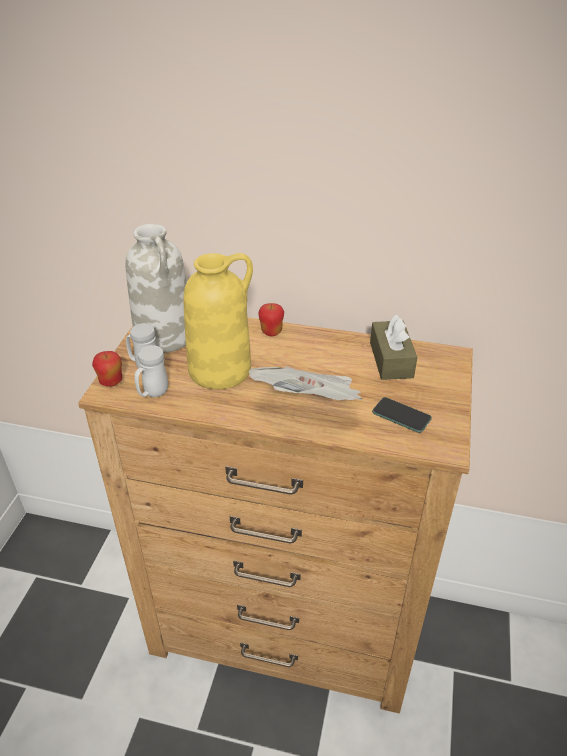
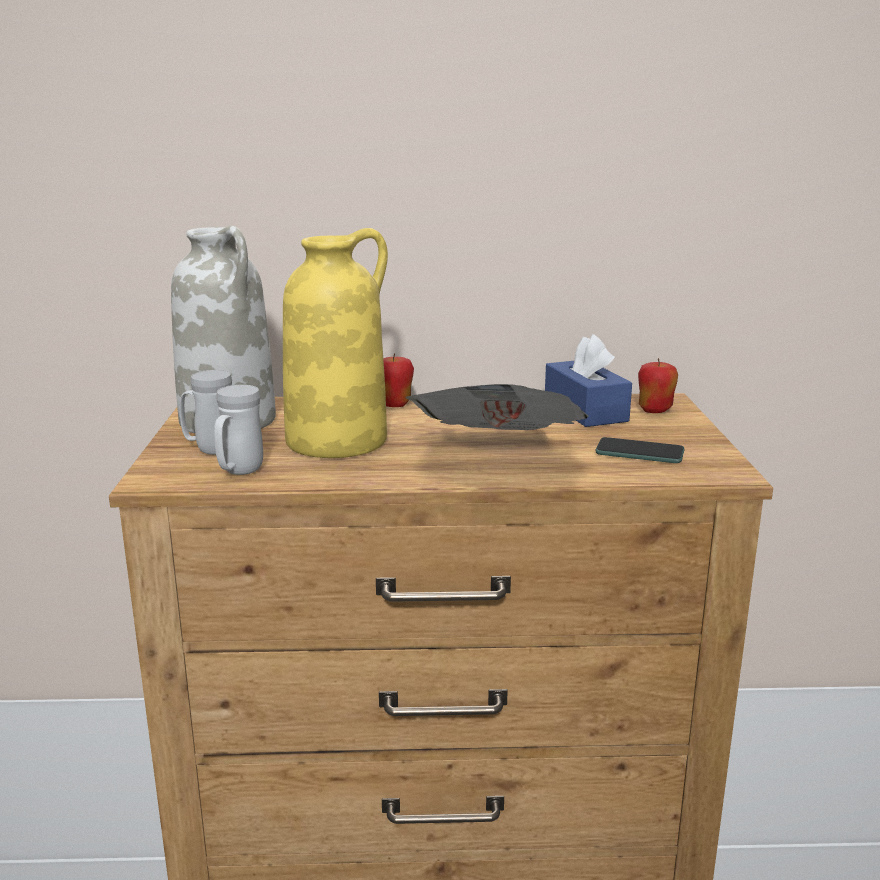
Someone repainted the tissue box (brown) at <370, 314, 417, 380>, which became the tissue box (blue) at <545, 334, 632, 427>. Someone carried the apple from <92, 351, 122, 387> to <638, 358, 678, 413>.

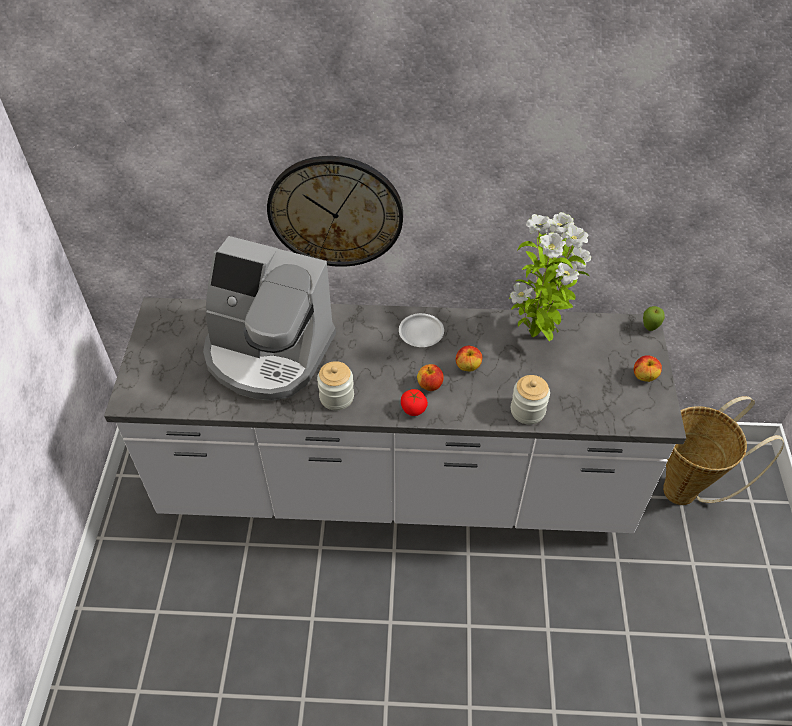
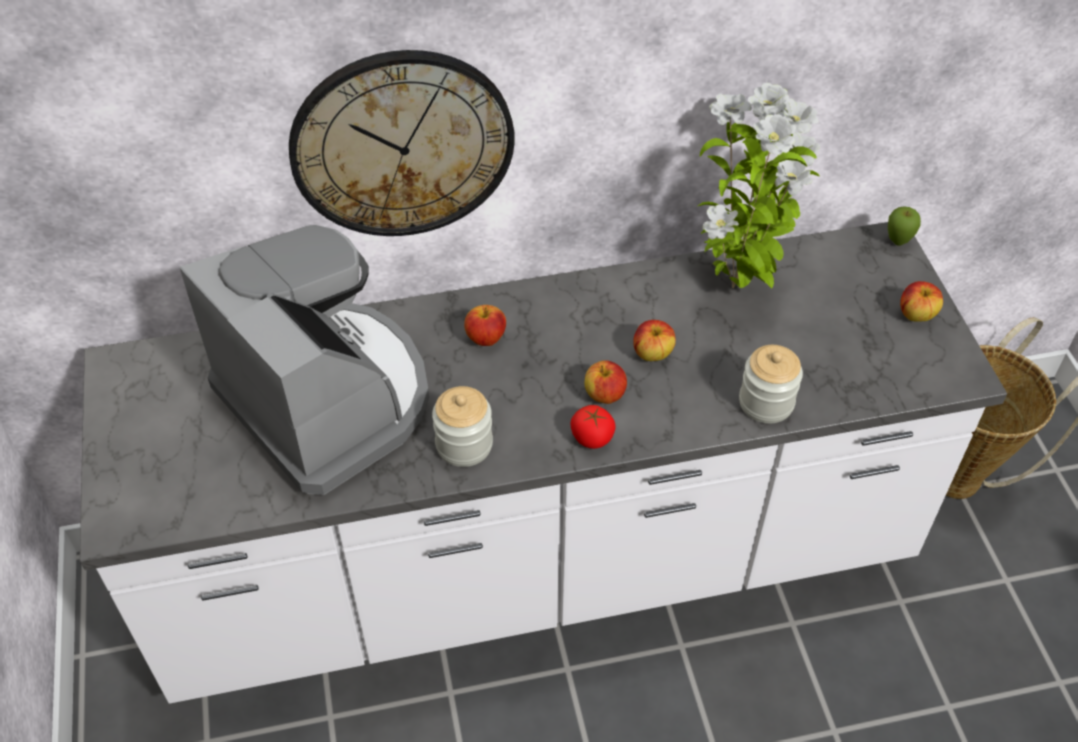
Someone rotated the coffee machine at <203, 236, 336, 401> by 135 degrees counterclockwise. Someone took away the plate (white) at <399, 313, 444, 347>. Someone put down the apple at <464, 305, 506, 346>.

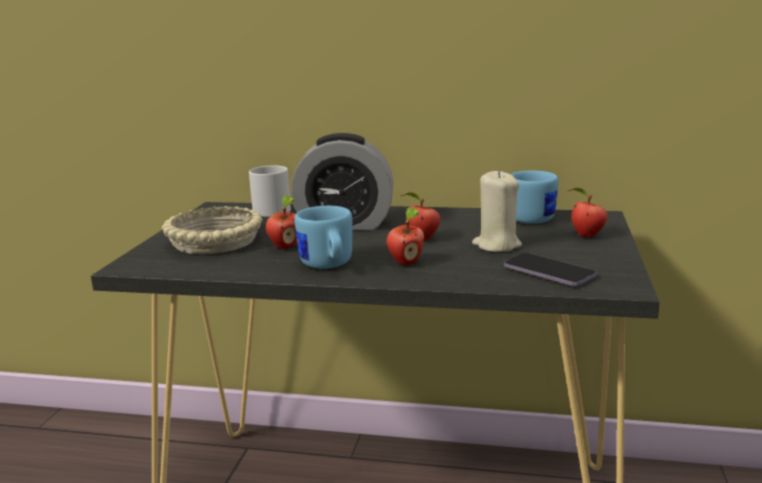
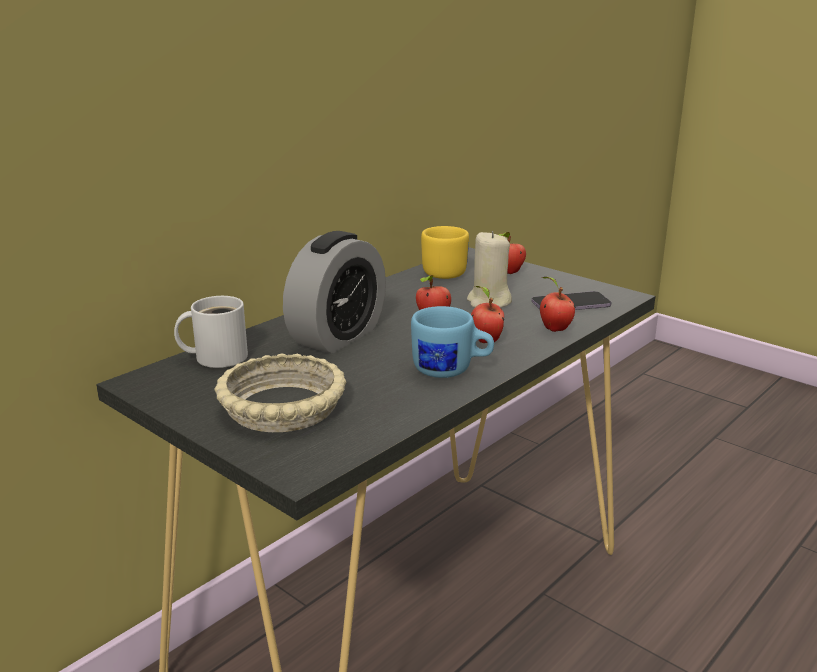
Someone repainted the mug (blue) at <511, 171, 558, 224>, which became the mug (yellow) at <421, 226, 469, 279>. Someone carried the apple from <266, 195, 297, 249> to <540, 277, 575, 332>.

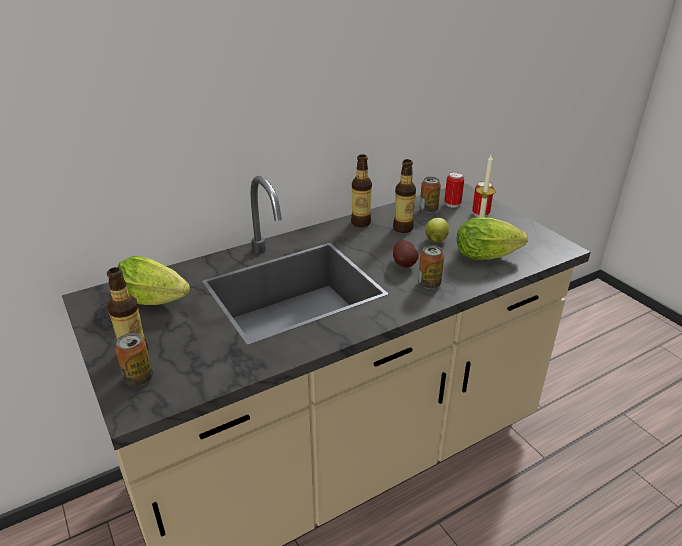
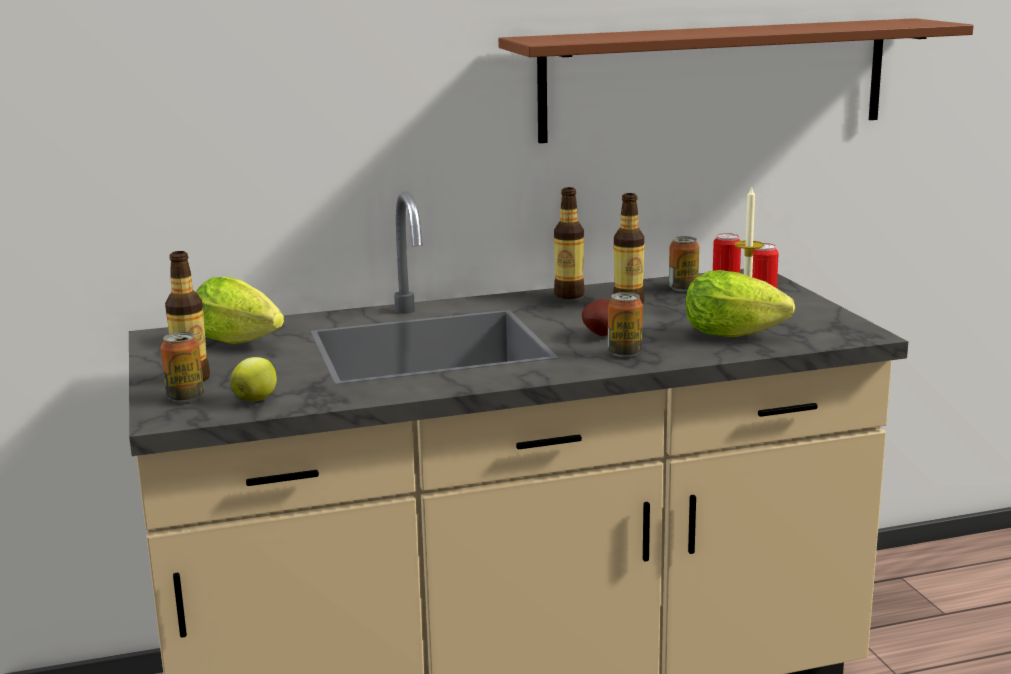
Someone carried the apple from <425, 218, 449, 243> to <230, 357, 277, 401>. Someone put up the shelf (brown) at <498, 18, 974, 143>.

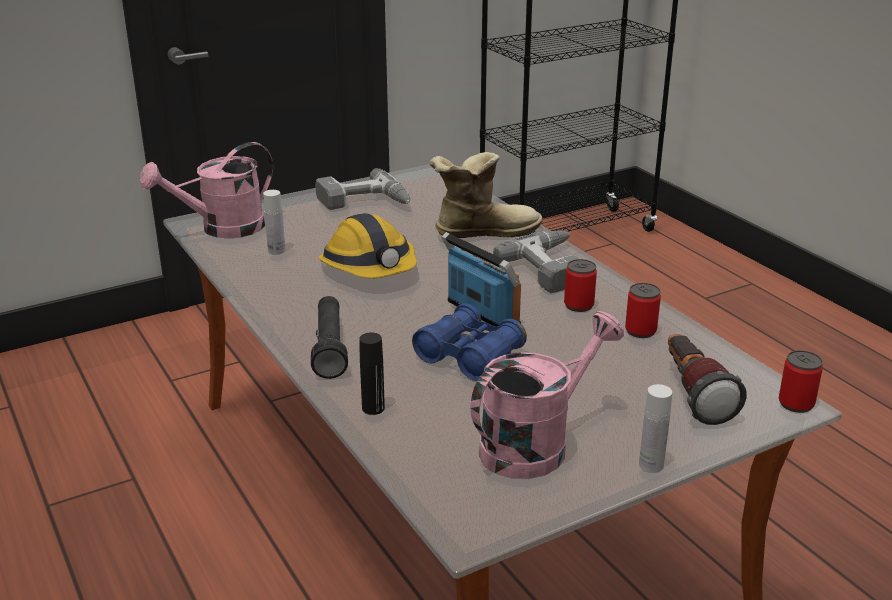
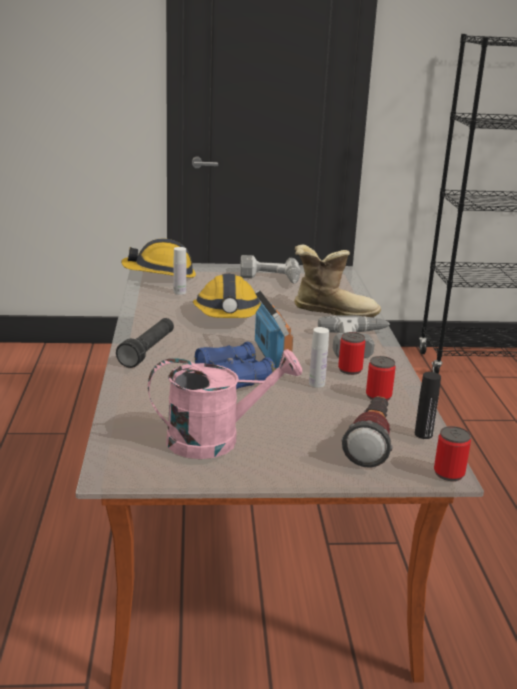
Someone swapped the watering can (pink) at <140, 142, 273, 238> for the hard hat at <121, 238, 196, 278>. Someone carried the bottle (black) from <359, 332, 385, 415> to <415, 372, 441, 439>. Someone carried the bottle (white) from <639, 384, 672, 473> to <309, 327, 329, 388>.

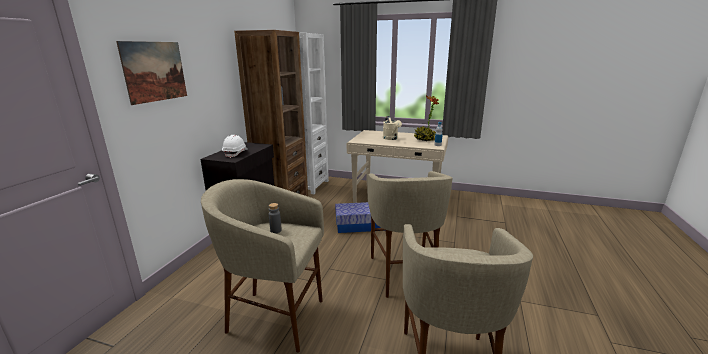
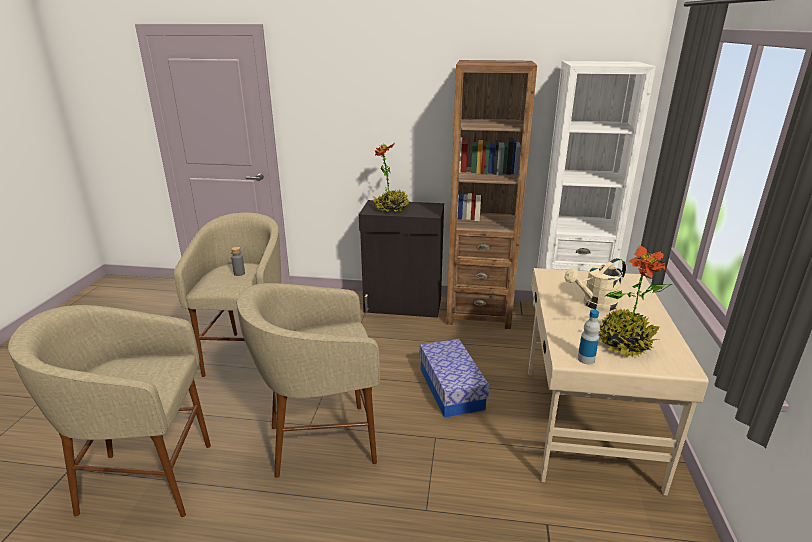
Someone took away the picture at <116, 41, 187, 105>. Someone swapped the hard hat (white) at <222, 135, 248, 158> for the potted plant at <373, 144, 409, 212>.

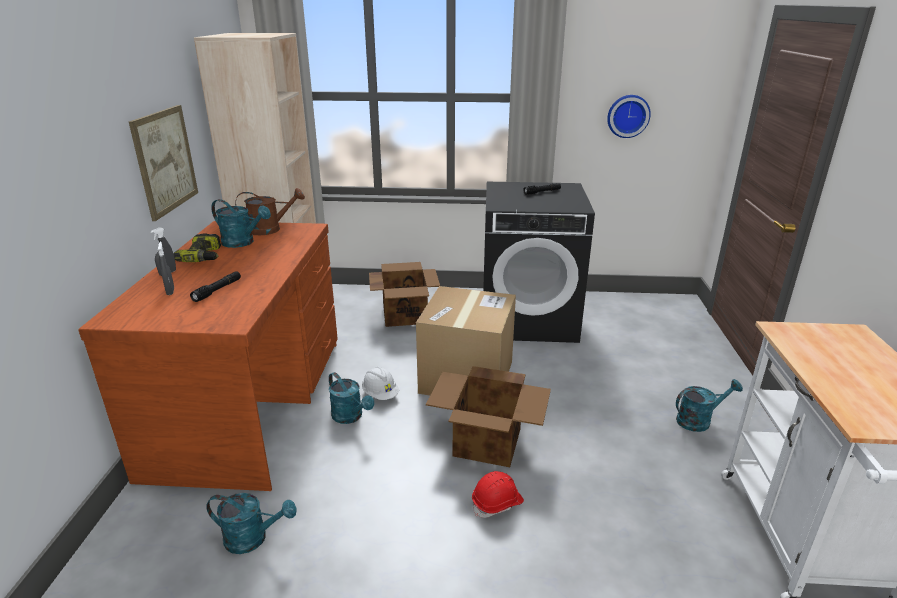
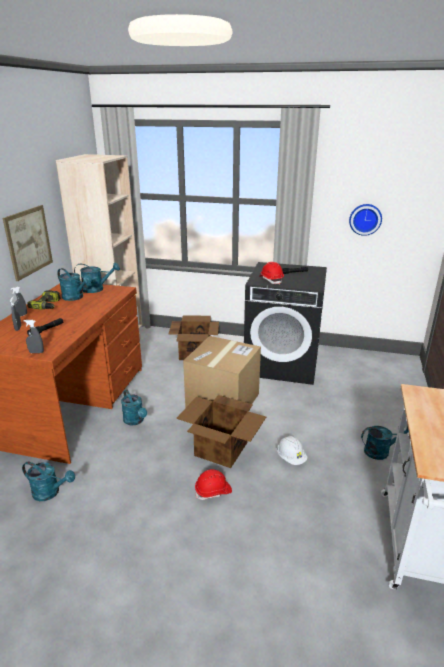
Someone repainted the watering can (brown) at <235, 188, 305, 235>, which became the watering can (turquoise) at <74, 263, 120, 293>. Someone carried the hard hat (white) from <362, 367, 399, 400> to <277, 436, 307, 465>. Someone put down the hard hat (red) at <259, 262, 284, 285>. Someone put down the spray bottle (grey) at <24, 320, 44, 353>.

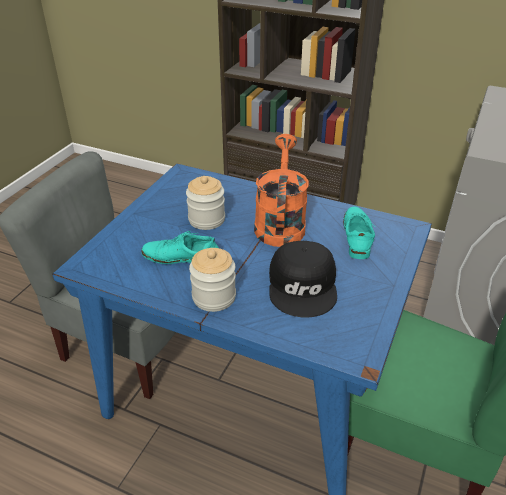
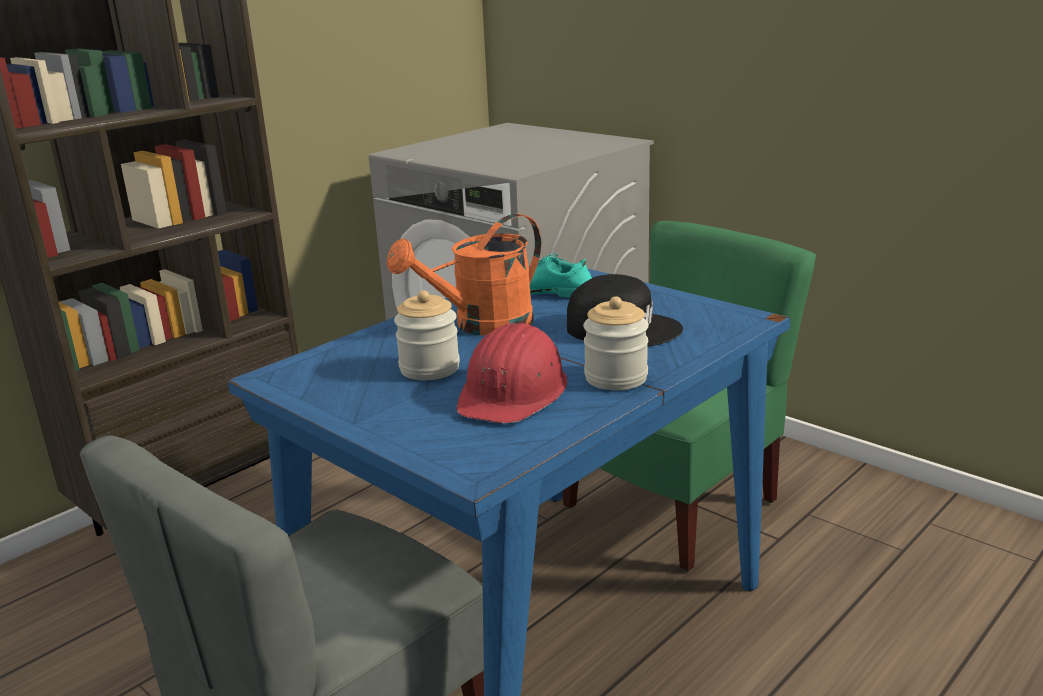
Someone rotated the watering can (orange) at <254, 134, 309, 247> by 60 degrees counterclockwise. Someone swapped the shoe (turquoise) at <141, 231, 219, 264> for the hard hat (red) at <456, 323, 568, 423>.

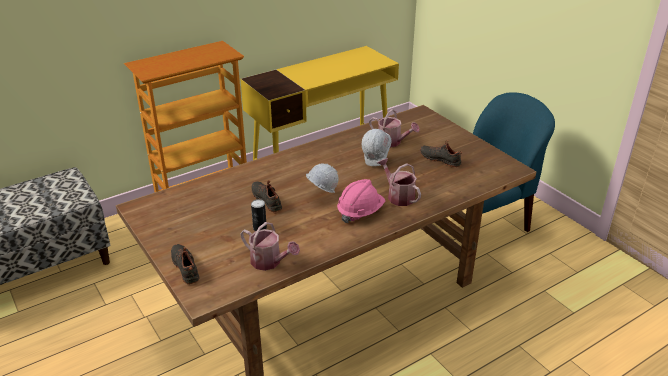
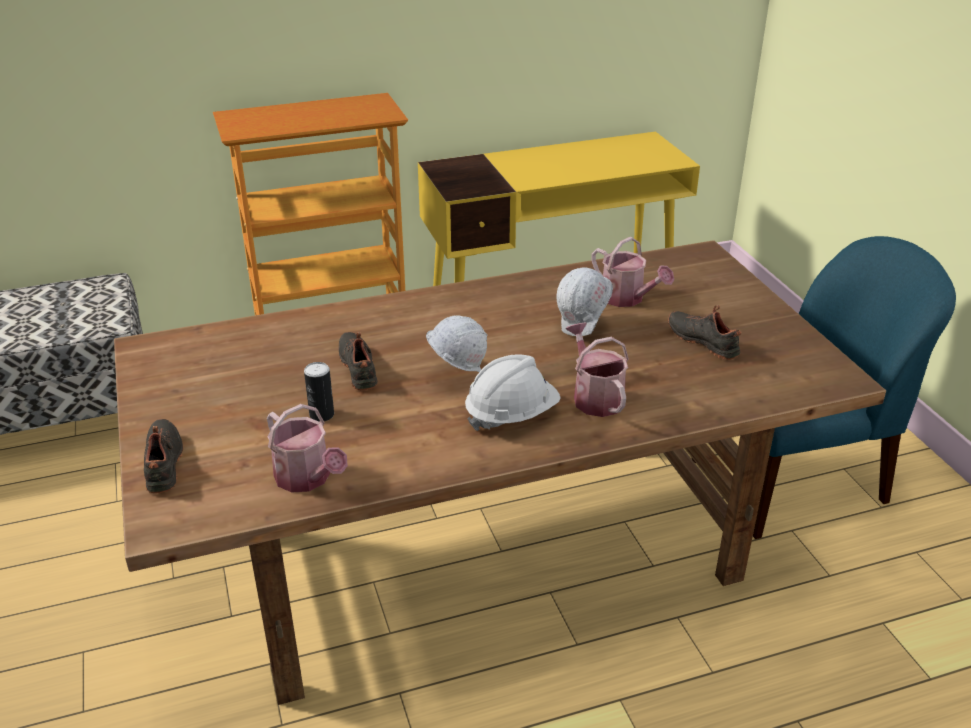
Someone repainted the hard hat (pink) at <337, 179, 385, 223>, which became the hard hat (white) at <465, 354, 561, 431>.

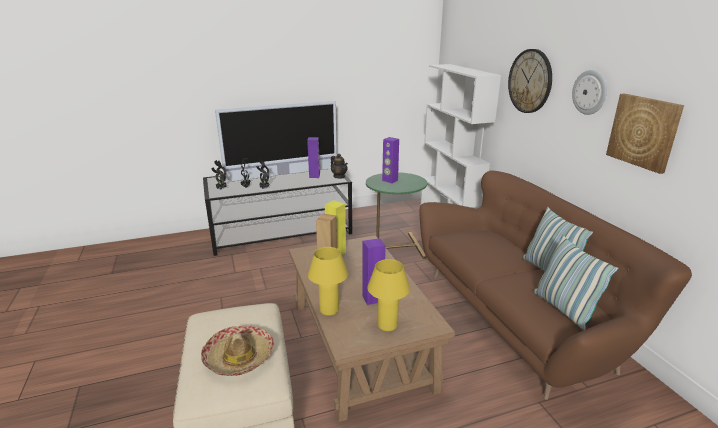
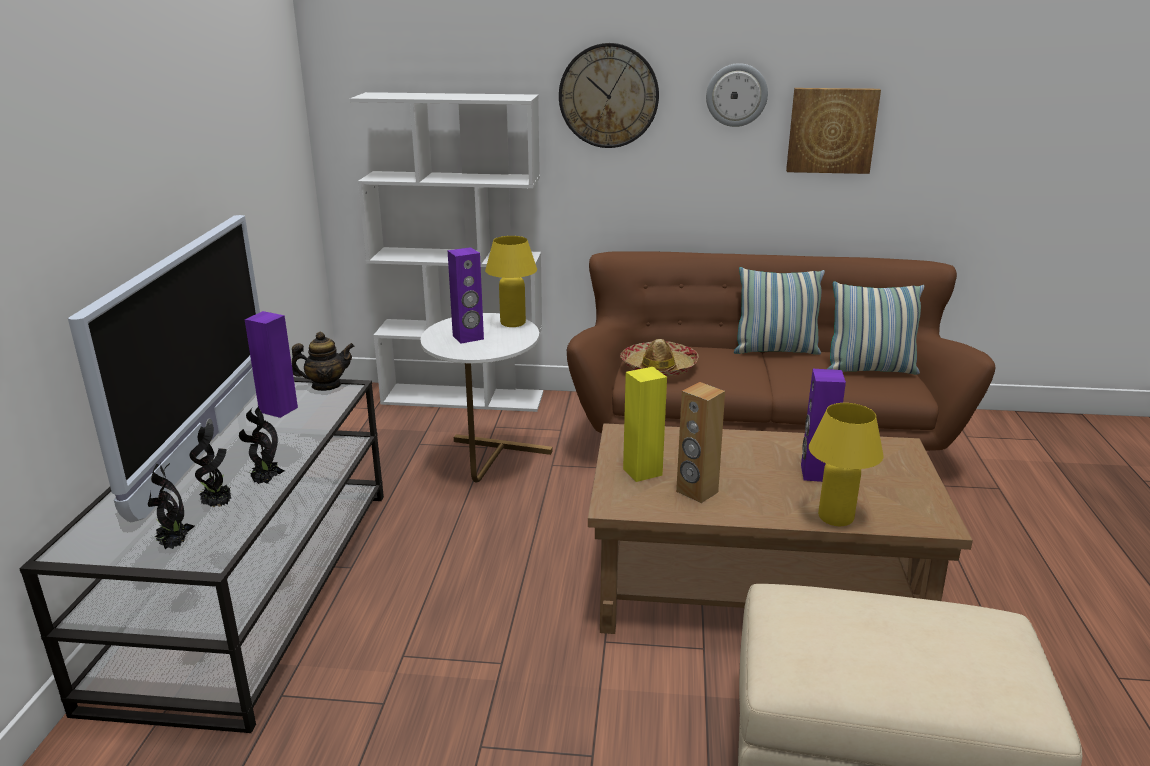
Someone repainted the side table (green) at <366, 172, 427, 259>, which became the side table (white) at <421, 313, 553, 483>. Someone carried the table lamp (yellow) from <367, 259, 410, 331> to <485, 236, 537, 327>. Someone carried the hat from <201, 326, 274, 376> to <620, 339, 699, 376>.

